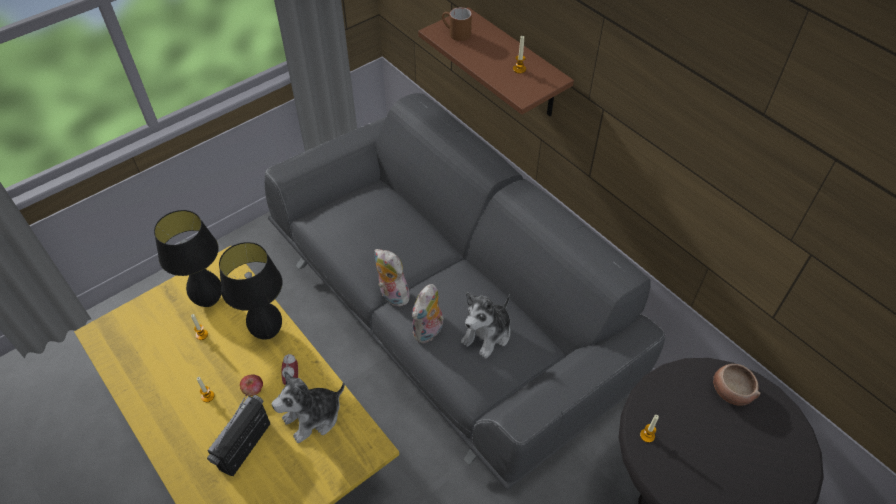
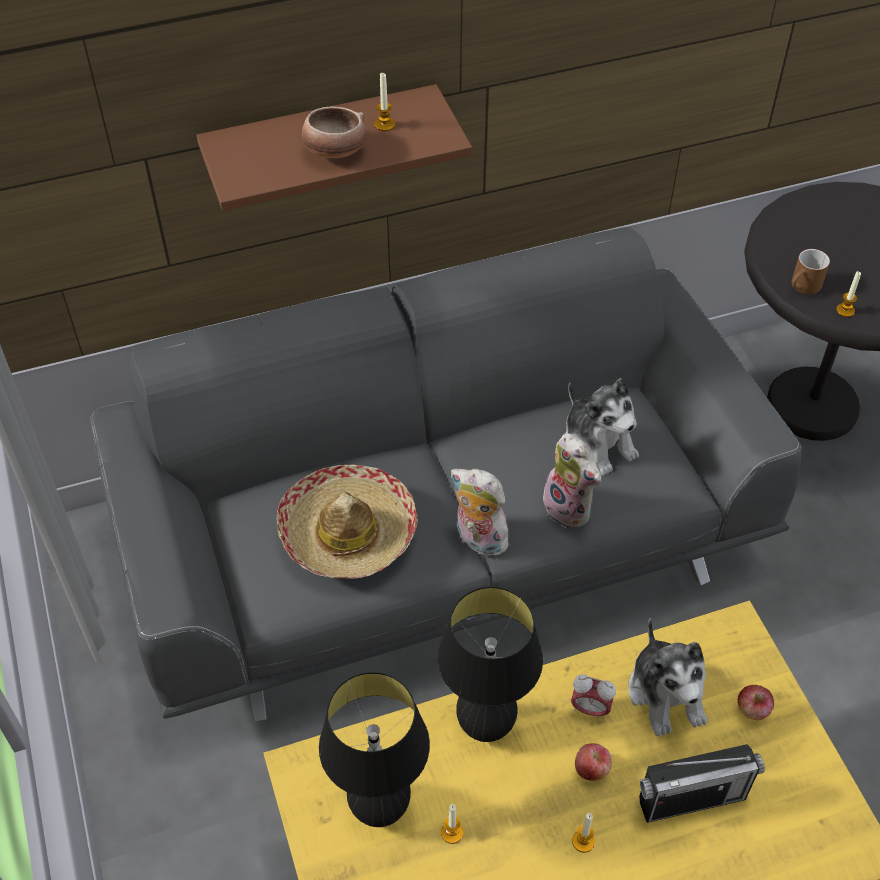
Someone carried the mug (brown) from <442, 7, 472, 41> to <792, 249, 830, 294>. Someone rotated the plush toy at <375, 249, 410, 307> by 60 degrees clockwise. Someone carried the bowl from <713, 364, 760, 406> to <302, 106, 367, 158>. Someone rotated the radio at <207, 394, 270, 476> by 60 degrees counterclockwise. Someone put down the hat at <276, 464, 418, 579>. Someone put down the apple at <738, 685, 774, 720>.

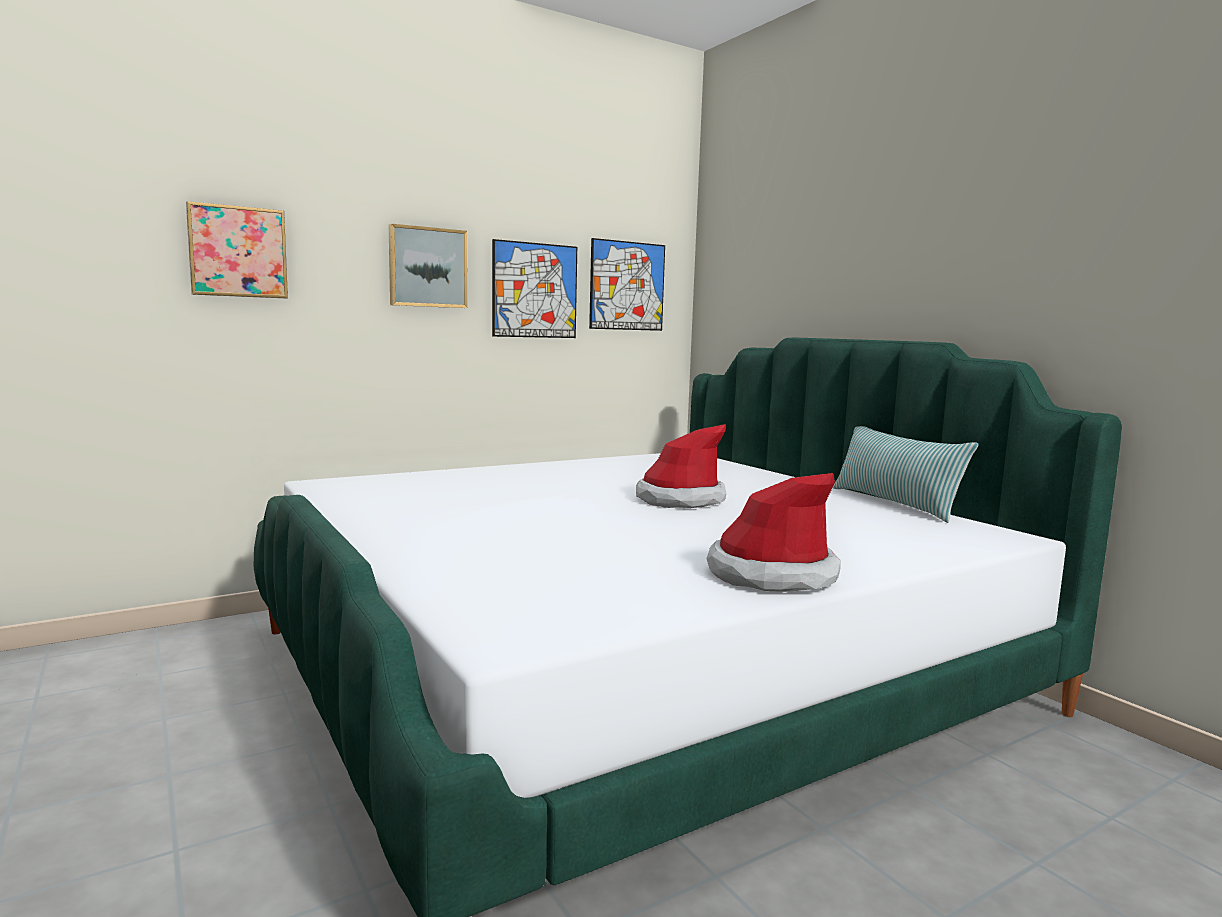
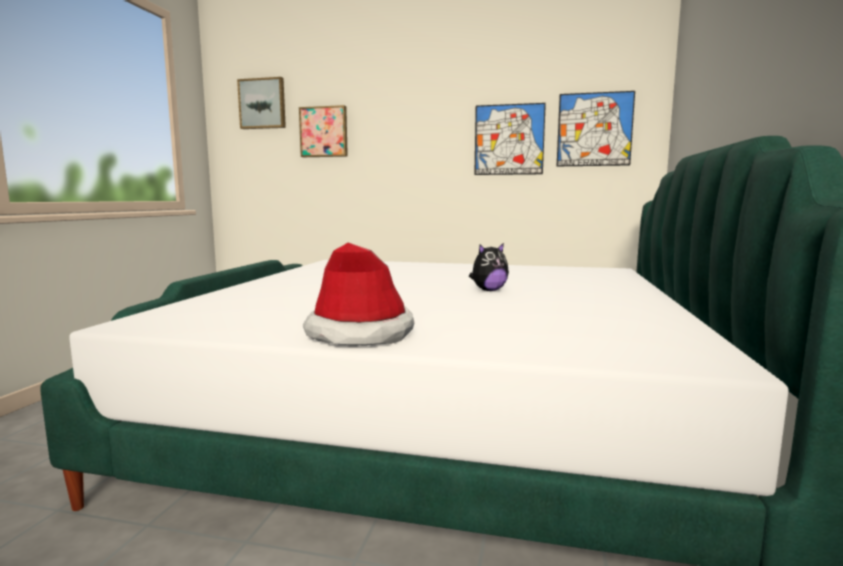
Someone carried the picture from <389, 224, 468, 308> to <237, 77, 286, 129>. Someone swapped the hat at <636, 424, 726, 508> for the plush toy at <469, 243, 509, 291>. Someone took away the pillow at <833, 426, 979, 523>.

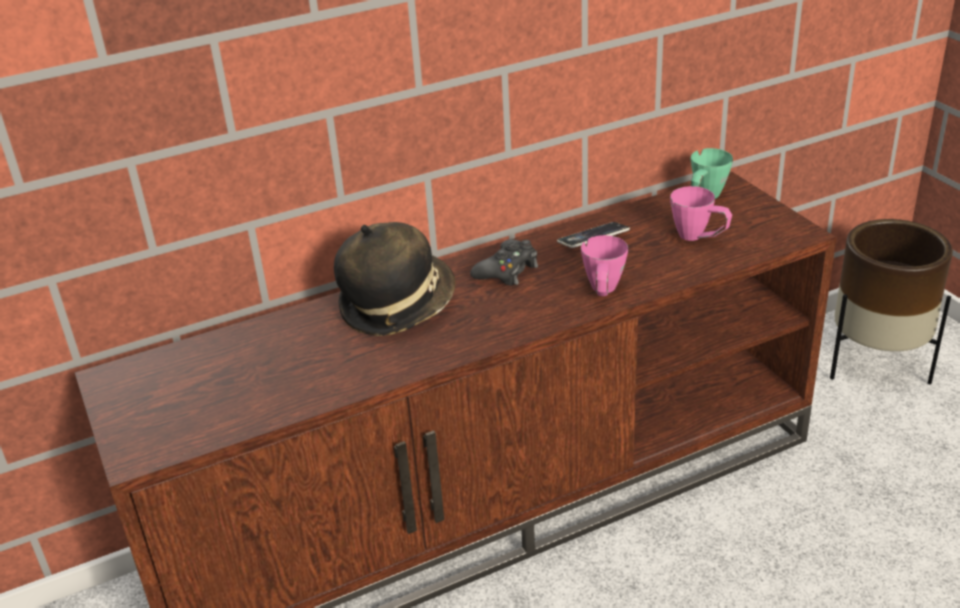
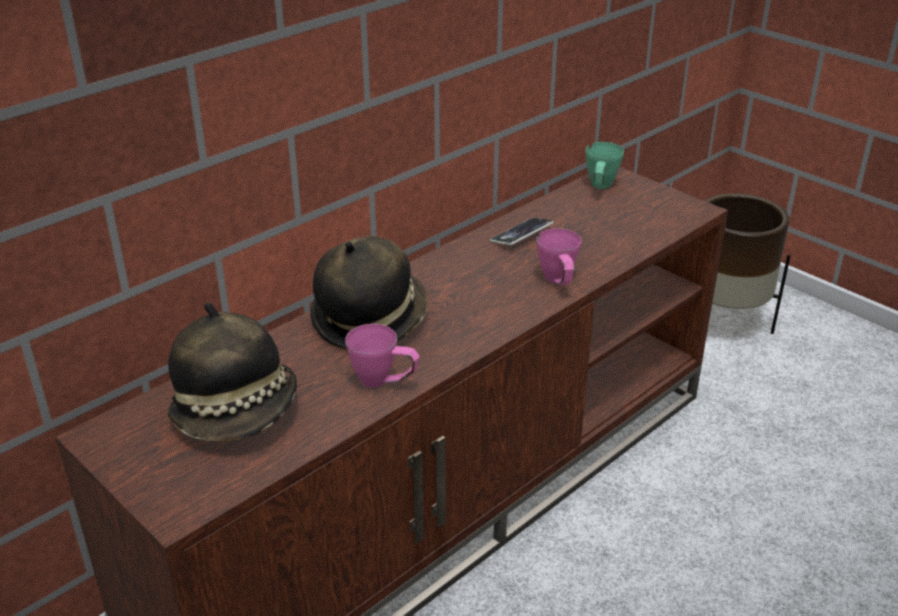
Someone carried the mug (pink) from <670, 186, 732, 241> to <345, 324, 419, 388>. Someone took away the game controller (black) at <470, 239, 538, 286>. Someone put down the hat at <168, 303, 297, 441>.

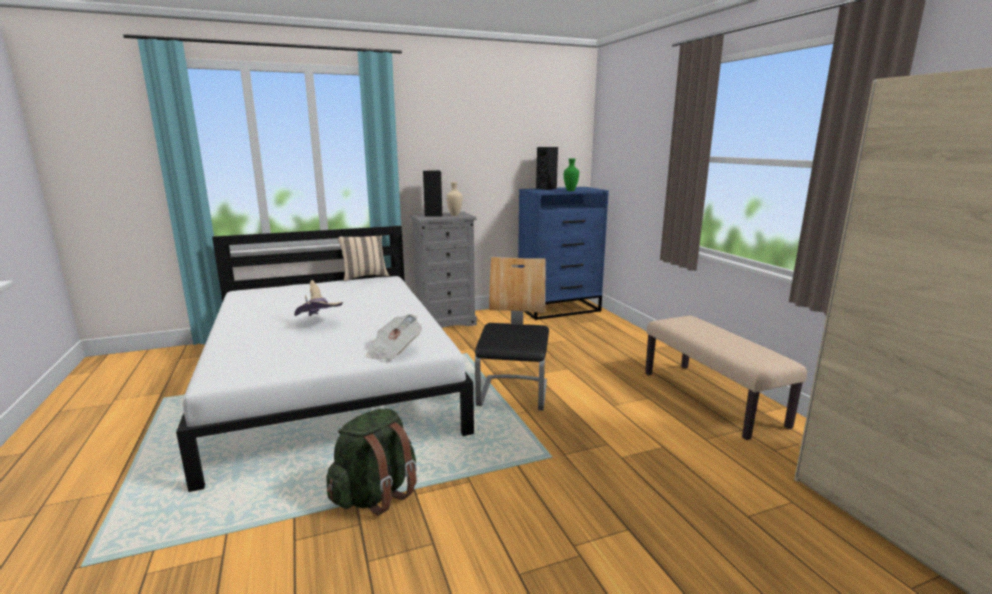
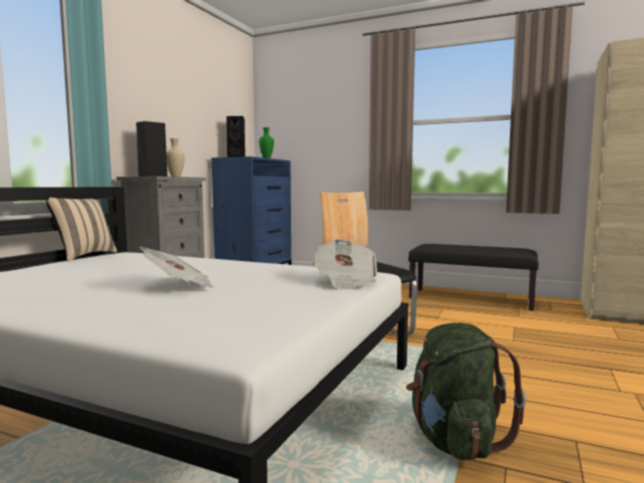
Someone swapped the hat (beige) at <294, 280, 343, 317> for the newspaper at <139, 247, 214, 288>. Someone repainted the bench (beige) at <645, 316, 807, 440>, which became the bench (black) at <408, 244, 538, 311>.

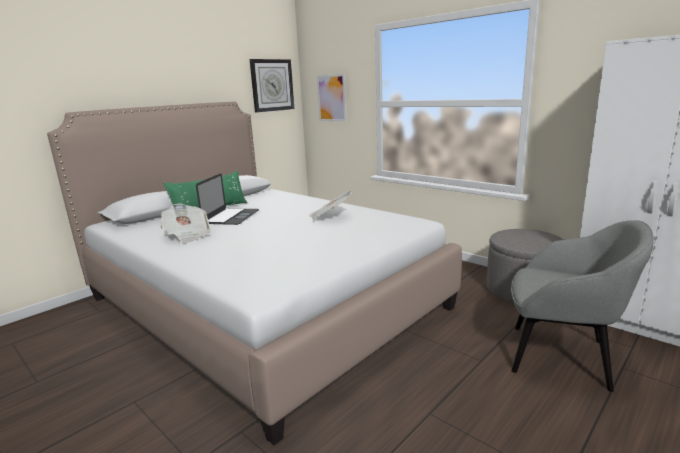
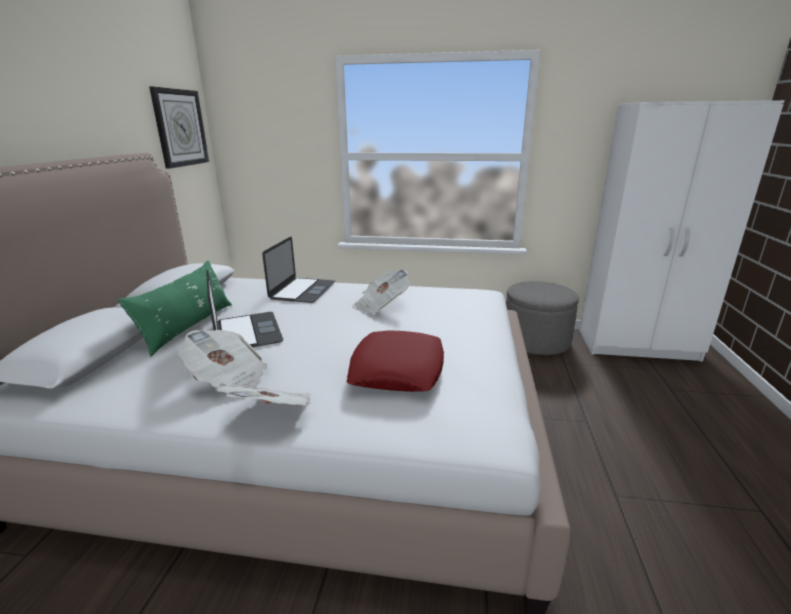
Someone took away the picture at <317, 74, 346, 122>. Someone took away the armchair (grey) at <511, 220, 654, 392>. Someone put down the laptop at <262, 237, 335, 303>. Someone put down the pillow (red) at <347, 331, 444, 392>. Someone put down the newspaper at <216, 386, 311, 406>.

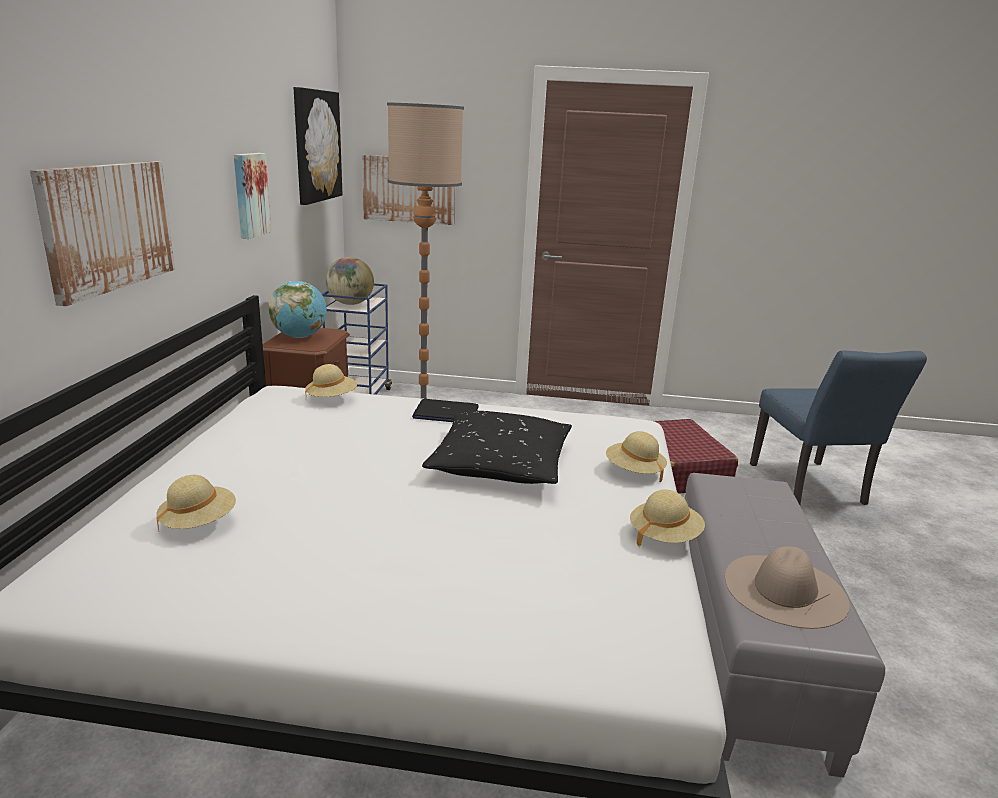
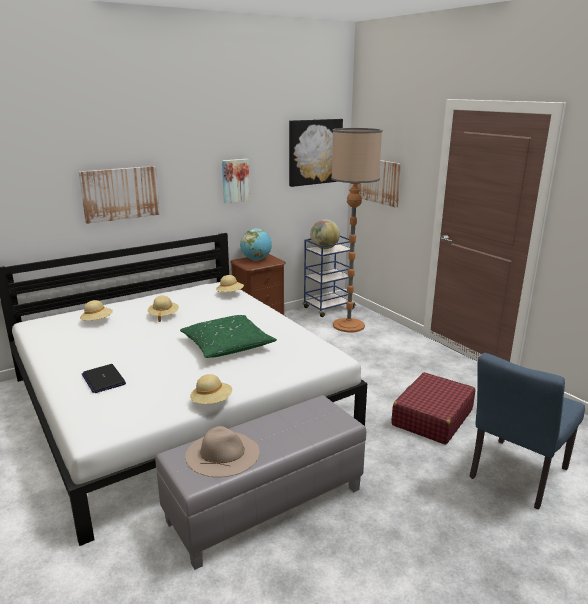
Someone carried the laptop from <412, 399, 478, 422> to <82, 364, 126, 393>. Someone repainted the pillow (black) at <422, 411, 572, 484>, which became the pillow (green) at <180, 315, 277, 358>. Someone carried the hat (beige) from <606, 431, 667, 482> to <148, 296, 179, 322>.

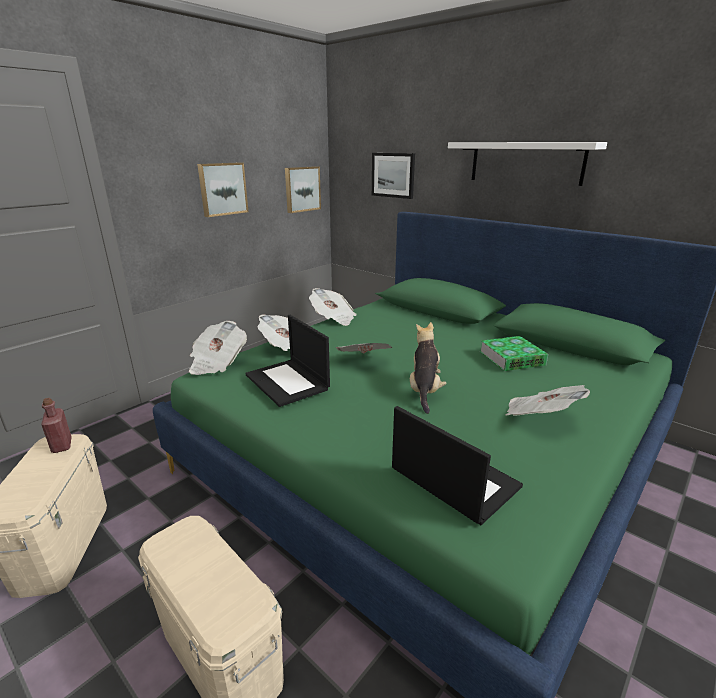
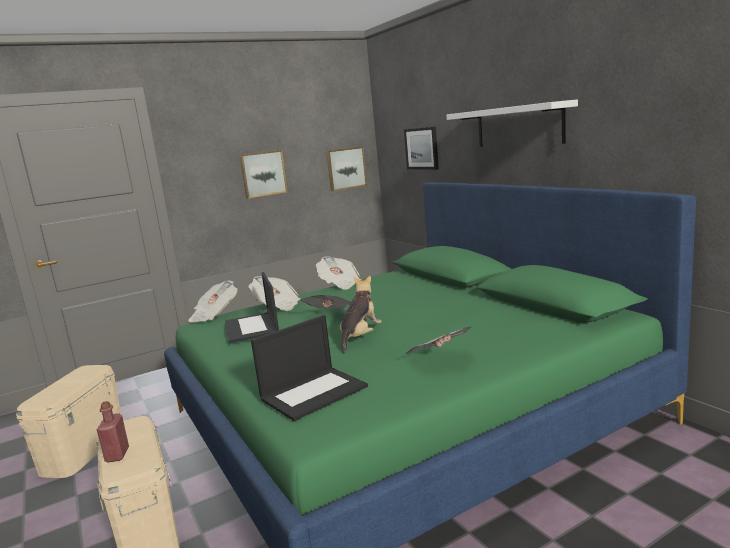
Someone took away the book at <480, 336, 548, 371>. Someone carried the bottle (red) from <41, 398, 72, 453> to <97, 401, 129, 463>. Someone rotated the laptop at <392, 406, 523, 525> by 75 degrees clockwise.

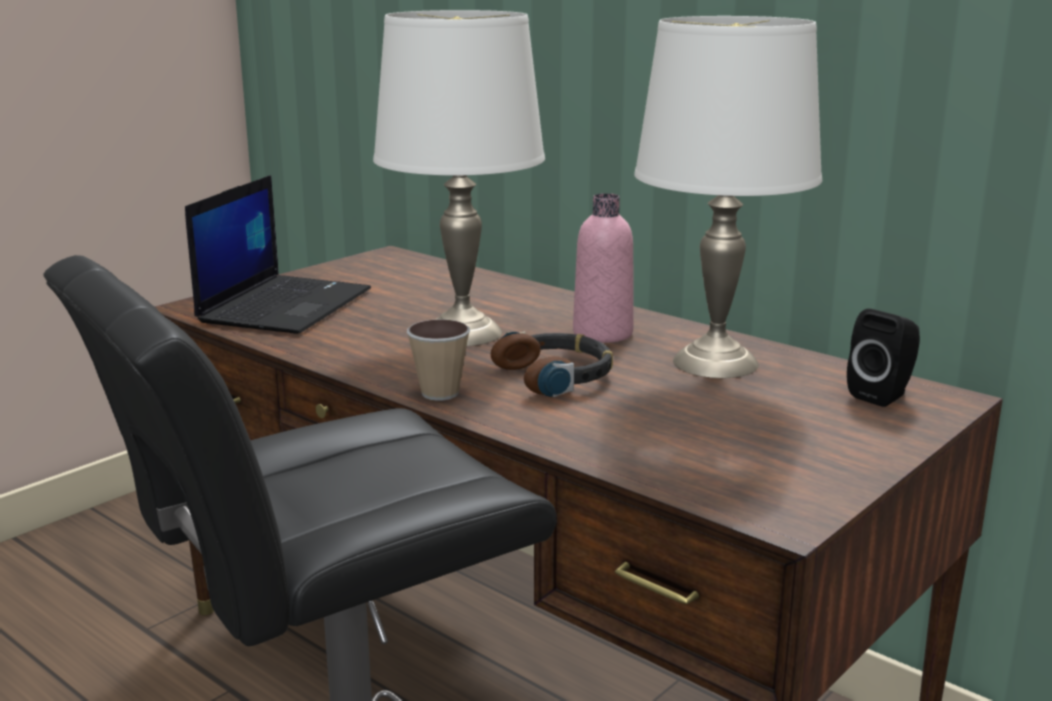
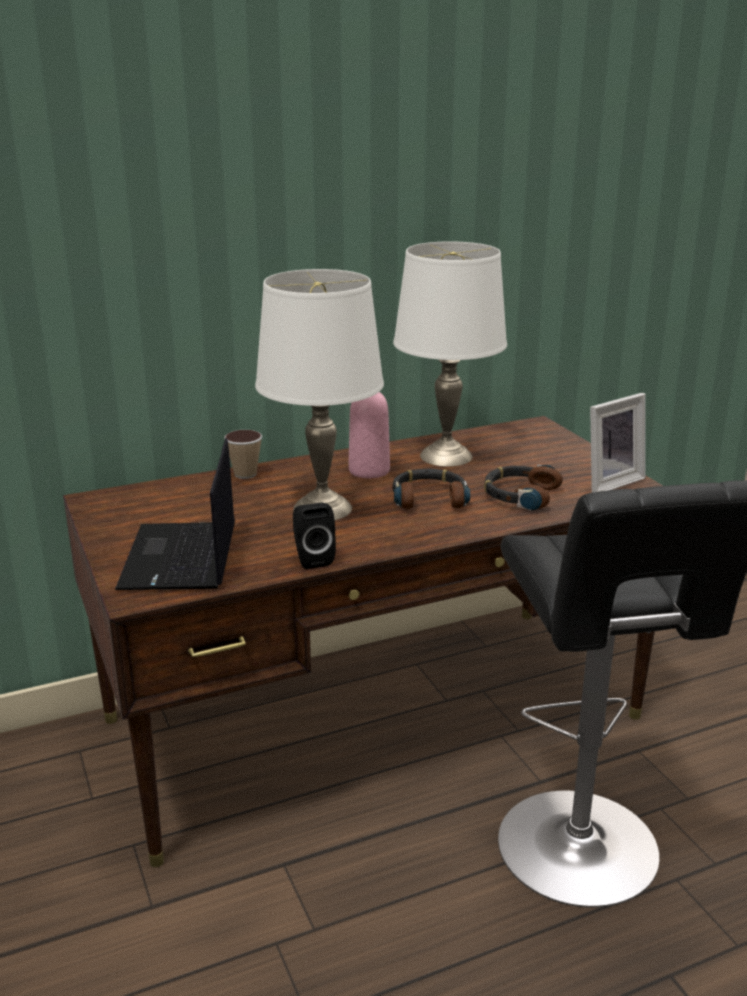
Someone rotated the laptop at <185, 175, 371, 334> by 135 degrees counterclockwise. Someone carried the speaker (black) from <847, 309, 920, 407> to <293, 503, 336, 569>. Someone carried the cup from <407, 319, 470, 401> to <224, 430, 262, 479>. Someone put down the picture frame at <590, 393, 646, 493>. Someone put down the headphones at <484, 464, 563, 511>.

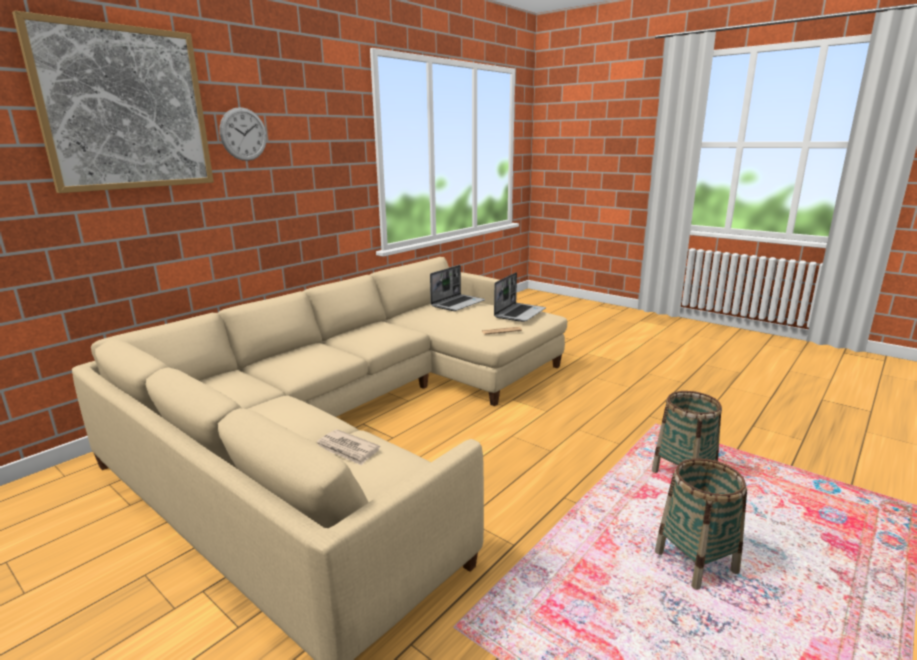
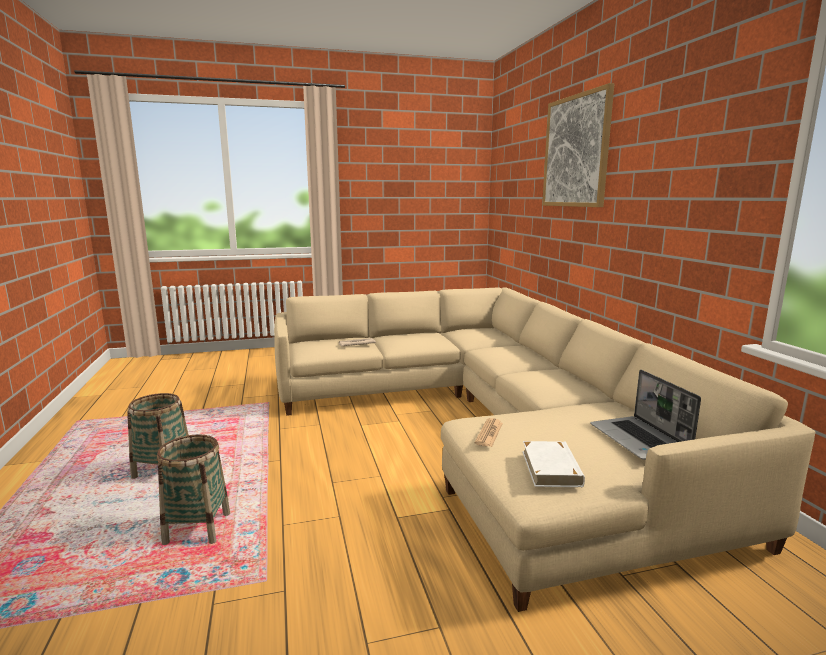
Someone took away the wall clock at <219, 107, 267, 161>. Someone swapped the laptop at <494, 272, 546, 322> for the book (white) at <523, 441, 585, 487>.

